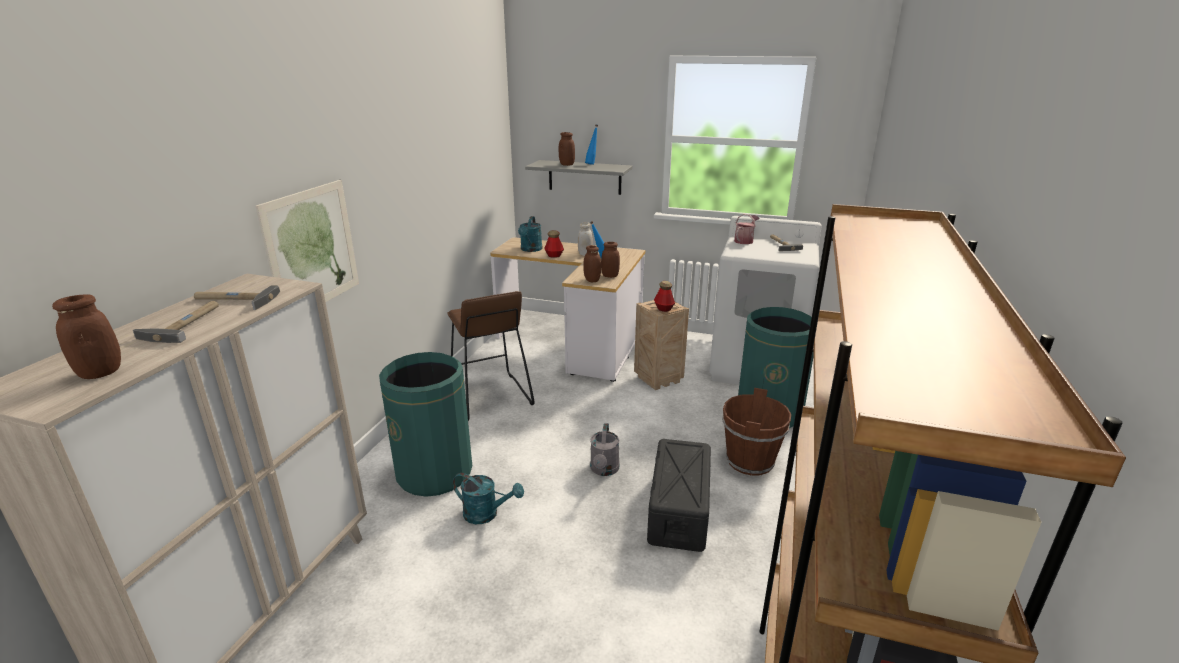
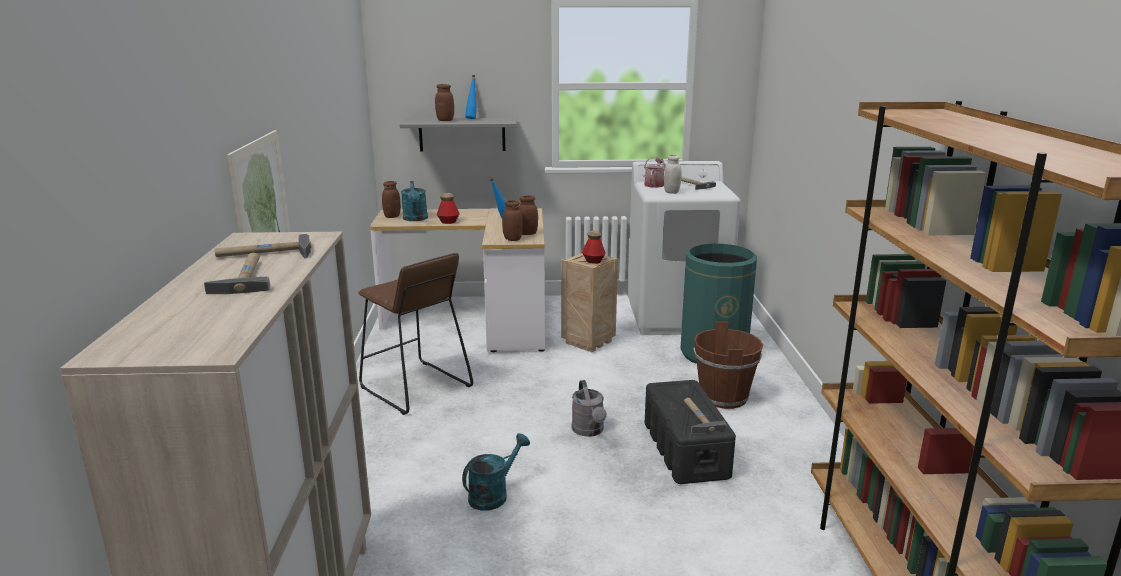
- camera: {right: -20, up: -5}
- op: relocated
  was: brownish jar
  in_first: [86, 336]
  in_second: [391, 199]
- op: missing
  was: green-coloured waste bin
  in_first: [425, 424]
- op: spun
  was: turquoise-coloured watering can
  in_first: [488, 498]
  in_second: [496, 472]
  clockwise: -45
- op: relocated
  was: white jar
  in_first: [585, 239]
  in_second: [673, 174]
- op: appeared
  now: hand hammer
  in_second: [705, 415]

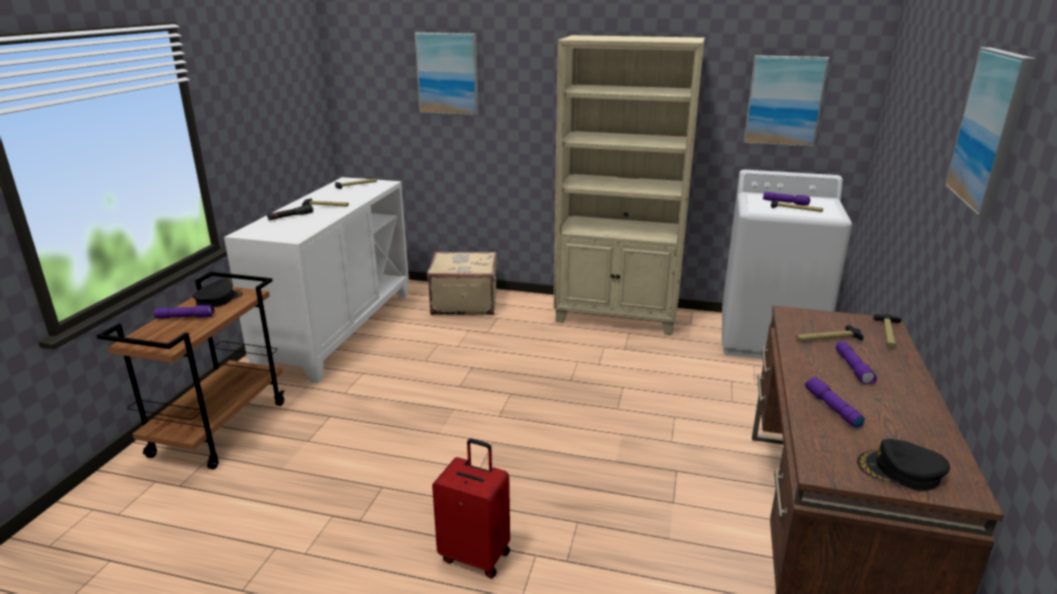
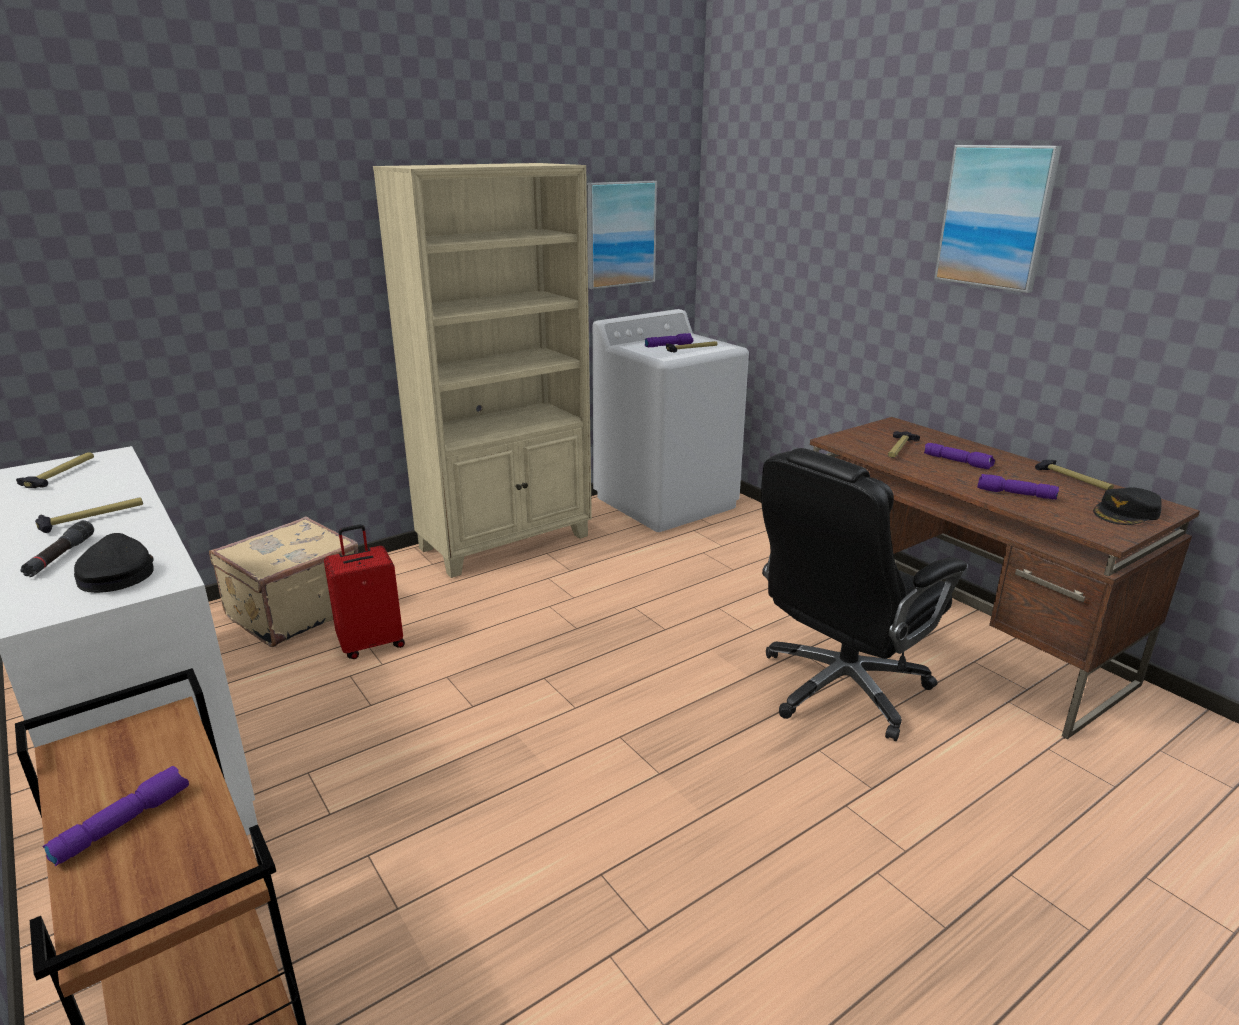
- camera: {right: -50, up: 0}
- op: relocated
  was: blackish cap
  in_first: [217, 292]
  in_second: [114, 563]
- op: missing
  was: picture
  in_first: [446, 73]
- op: relocated
  was: red-coloured travel case
  in_first: [471, 508]
  in_second: [364, 591]
- op: relocated
  was: hand hammer
  in_first: [887, 331]
  in_second: [1074, 475]
- op: appeared
  now: blackish office chair
  in_second: [864, 594]

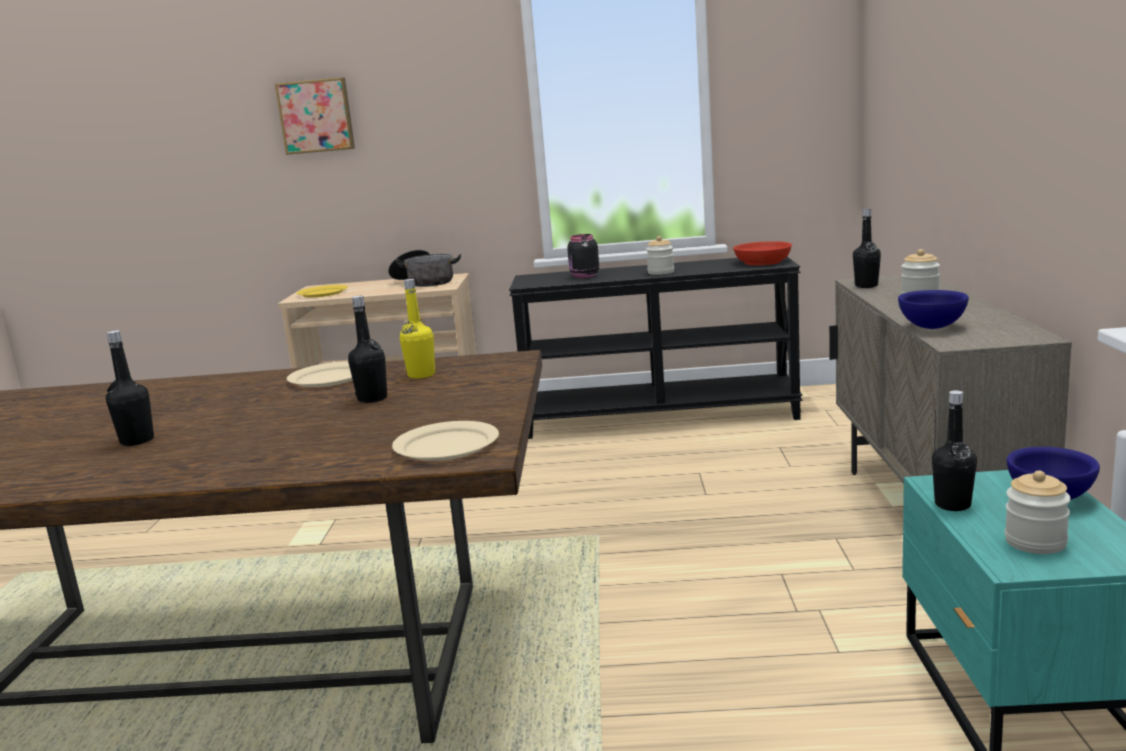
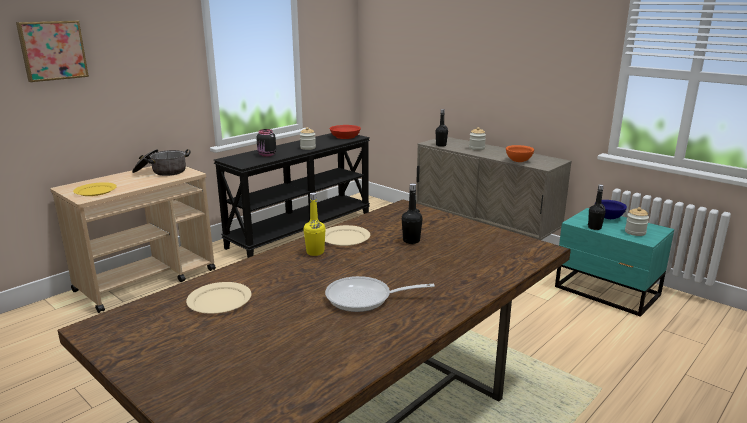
- camera: {right: -50, up: 5}
- op: exchanged
  was: blackish beverage bottle
  now: pan
  in_first: [130, 388]
  in_second: [380, 294]
- op: relocated
  was: beige-coloured flat dish
  in_first: [445, 441]
  in_second: [219, 297]
- op: relocated
  was: yellow beverage bottle
  in_first: [417, 329]
  in_second: [314, 224]
- op: colour
  was: blue deep dish
  now: orange deep dish
  in_first: [933, 309]
  in_second: [520, 153]

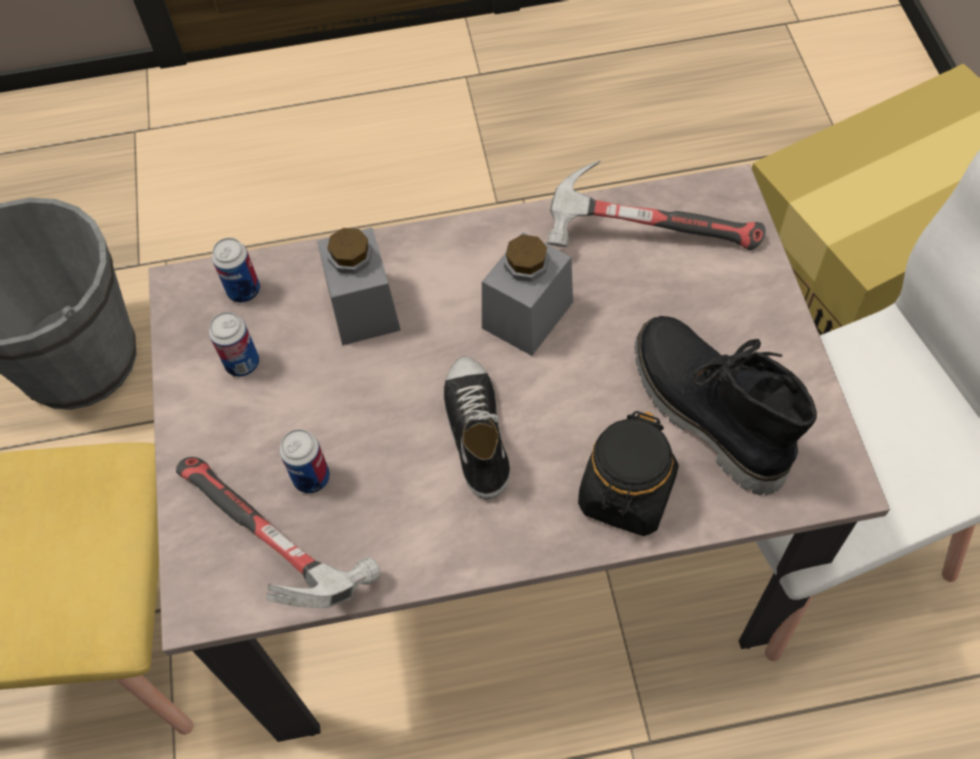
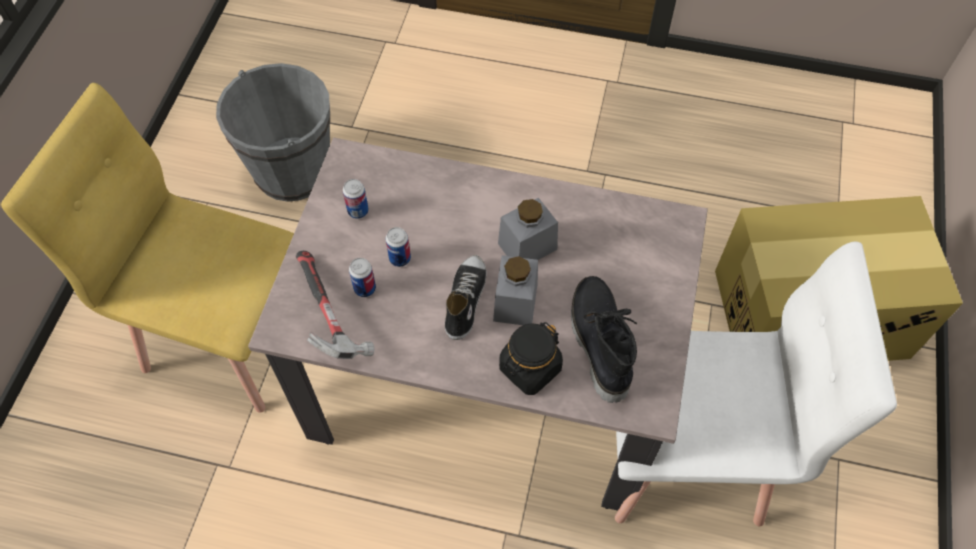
- camera: {right: 20, up: 0}
- op: relocated
  was: metal can
  in_first: [236, 270]
  in_second: [398, 247]
- op: relocated
  was: grey jar
  in_first: [359, 286]
  in_second: [515, 290]
- op: missing
  was: hand hammer
  in_first: [656, 205]

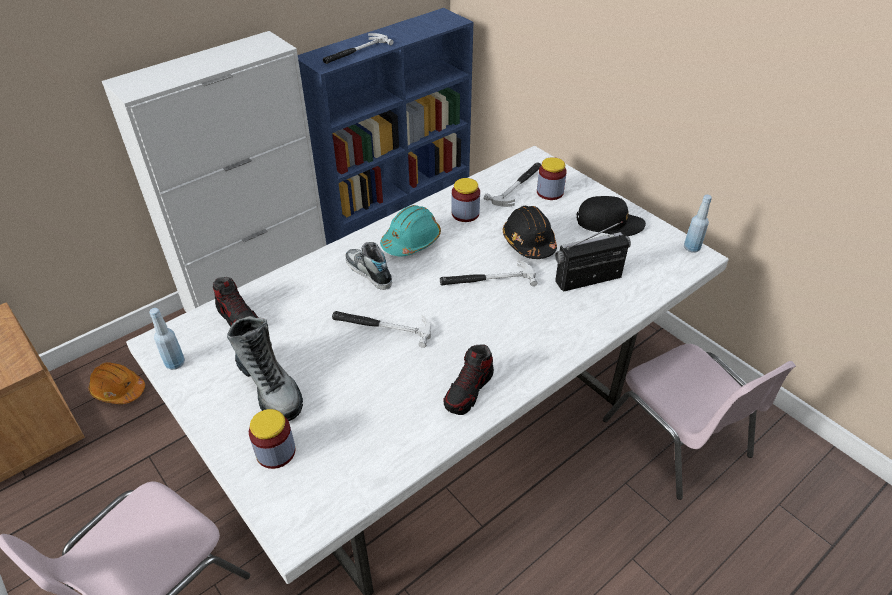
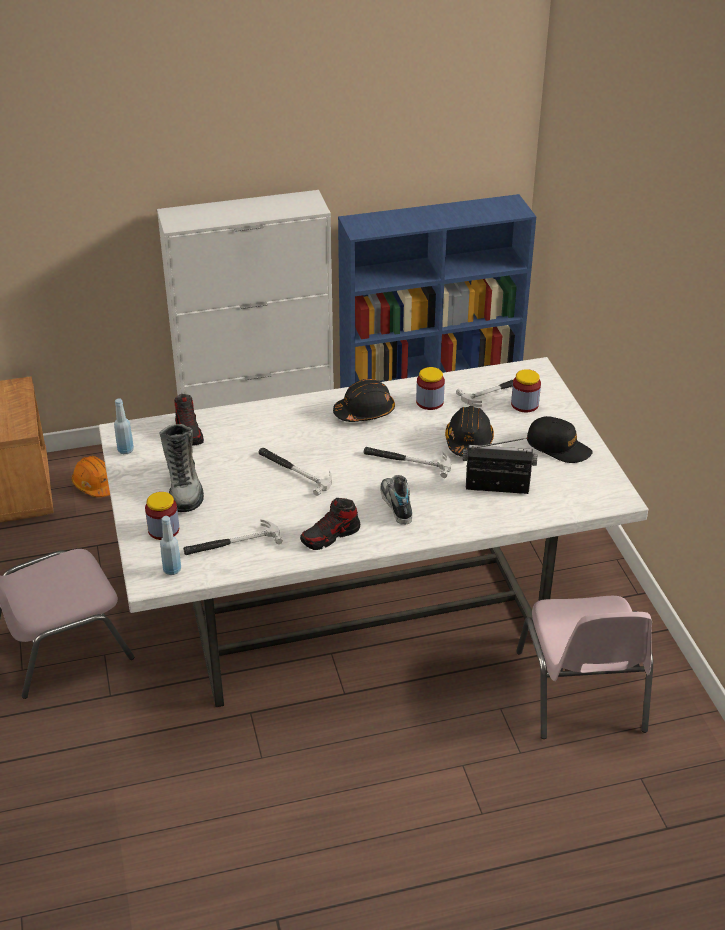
- camera: {right: 25, up: -5}
- op: relocated
  was: hand hammer
  in_first: [358, 48]
  in_second: [233, 537]
- op: relocated
  was: shoe
  in_first: [368, 266]
  in_second: [396, 500]
- op: colour
  was: turquoise-coloured safety helmet
  now: blackish safety helmet
  in_first: [410, 230]
  in_second: [364, 400]
- op: relocated
  was: blue beverage bottle
  in_first: [698, 224]
  in_second: [170, 545]

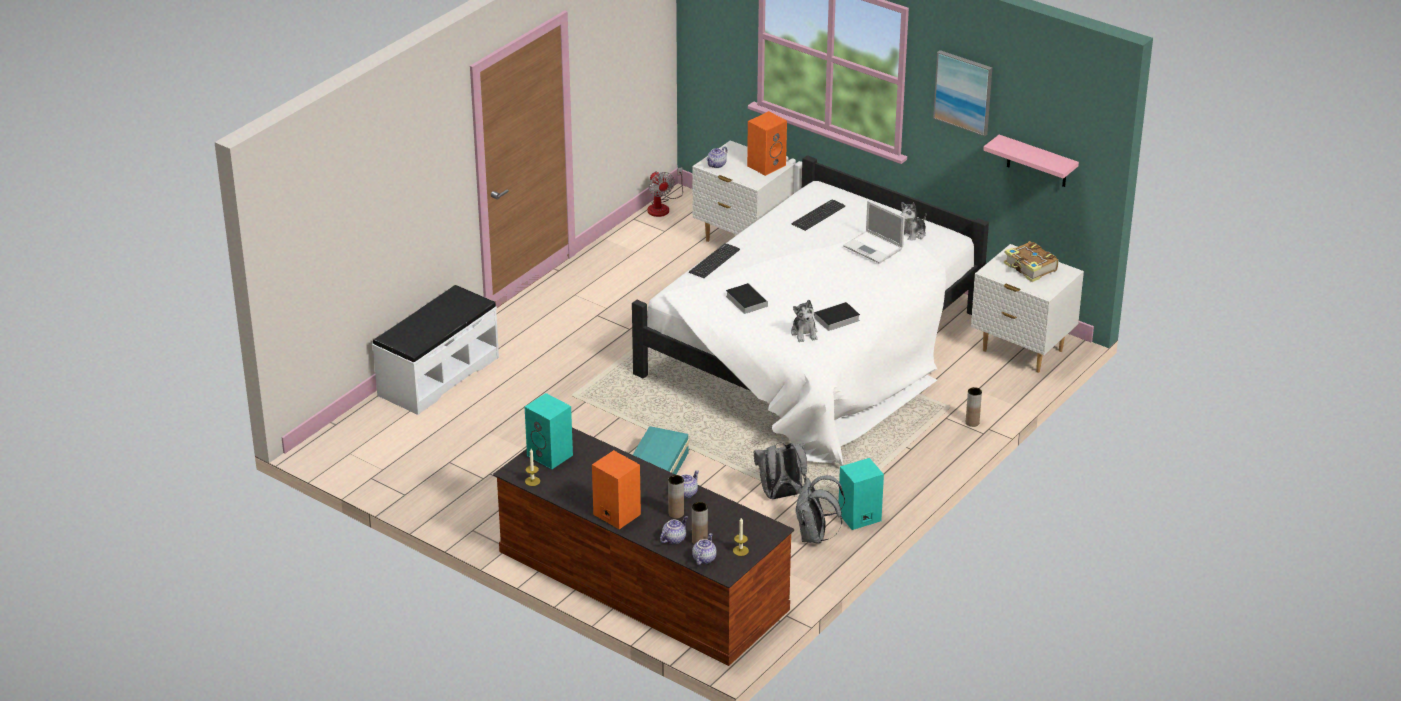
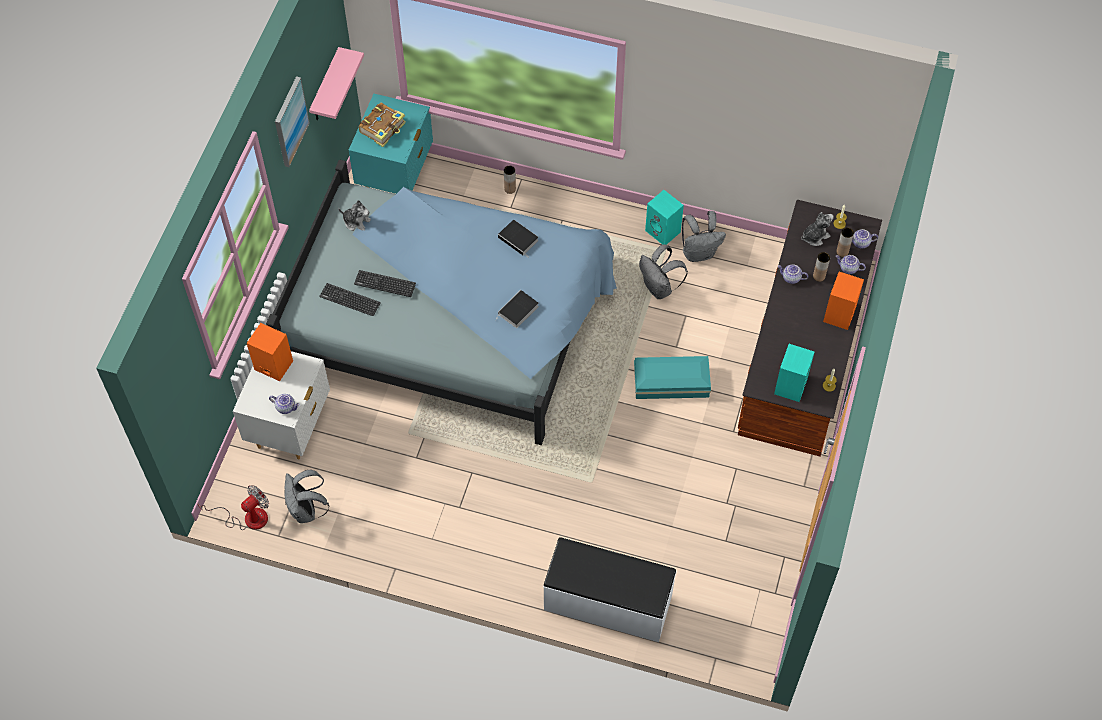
- camera: {right: -110, up: 25}
- op: colour
  was: white bed
  now: blue bed
  in_first: [810, 310]
  in_second: [441, 302]
- op: relocated
  was: PC keyboard
  in_first: [714, 260]
  in_second: [385, 283]
- op: relocated
  was: soft toy
  in_first: [804, 321]
  in_second: [817, 229]
- op: missing
  was: notebook computer
  in_first: [874, 232]
- op: colour
  was: white night table
  now: turquoise-coloured night table
  in_first: [1027, 308]
  in_second: [391, 144]
- op: appeared
  now: grey backpack
  in_second: [306, 496]

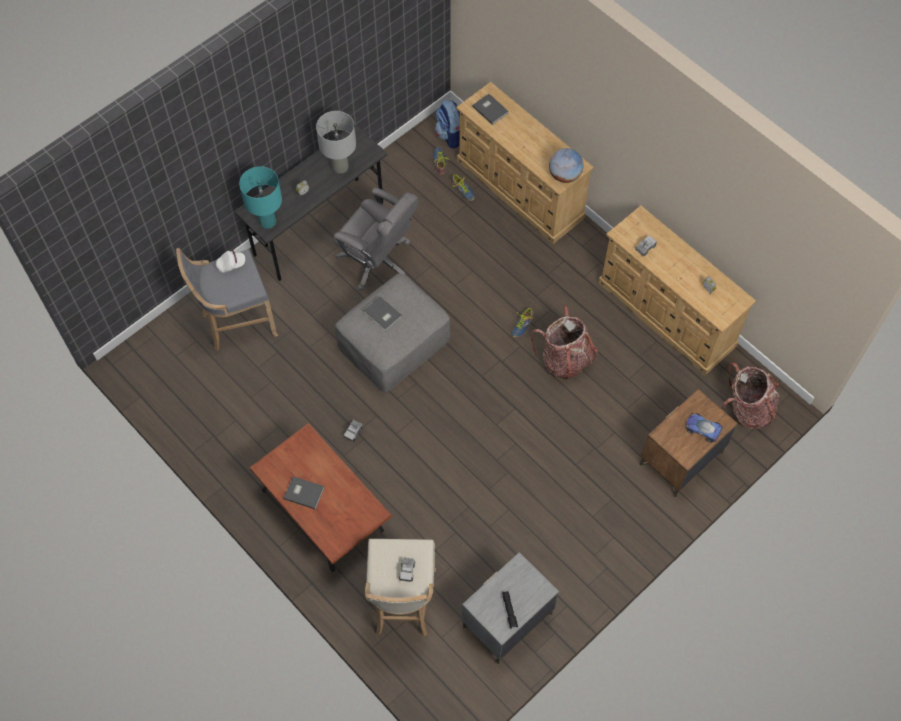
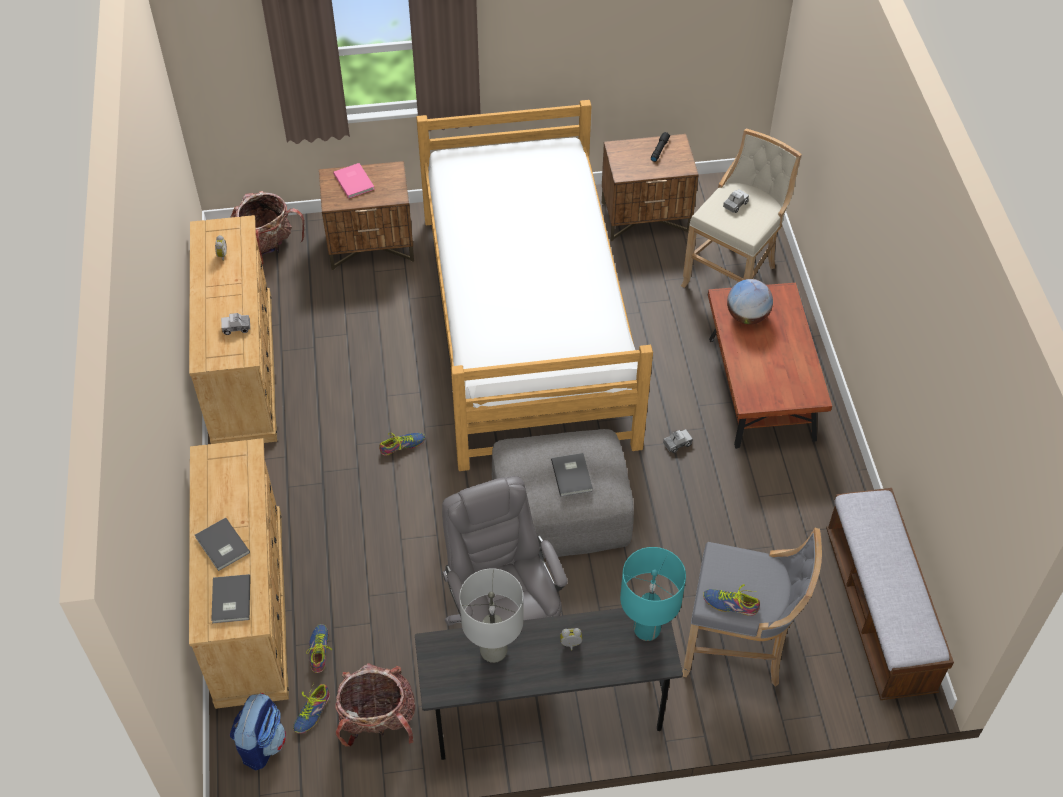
- camera: {right: -145, up: -10}
- op: exchanged
  was: white cap
  now: shoe
  in_first: [230, 261]
  in_second: [731, 600]
- op: relocated
  was: grey bound book
  in_first: [304, 492]
  in_second: [222, 544]
- op: colour
  was: grey night table
  now: brownish night table
  in_first: [510, 608]
  in_second: [650, 188]
- op: relocated
  was: backpack
  in_first: [564, 342]
  in_second: [375, 704]
- op: relocated
  was: world globe
  in_first: [566, 165]
  in_second: [750, 302]
- op: exchanged
  was: model car
  now: pink-coloured bound book
  in_first: [704, 428]
  in_second: [354, 181]
- op: appeared
  now: bed
  in_second: [534, 285]
- op: appeared
  now: indoor bench
  in_second: [890, 594]

